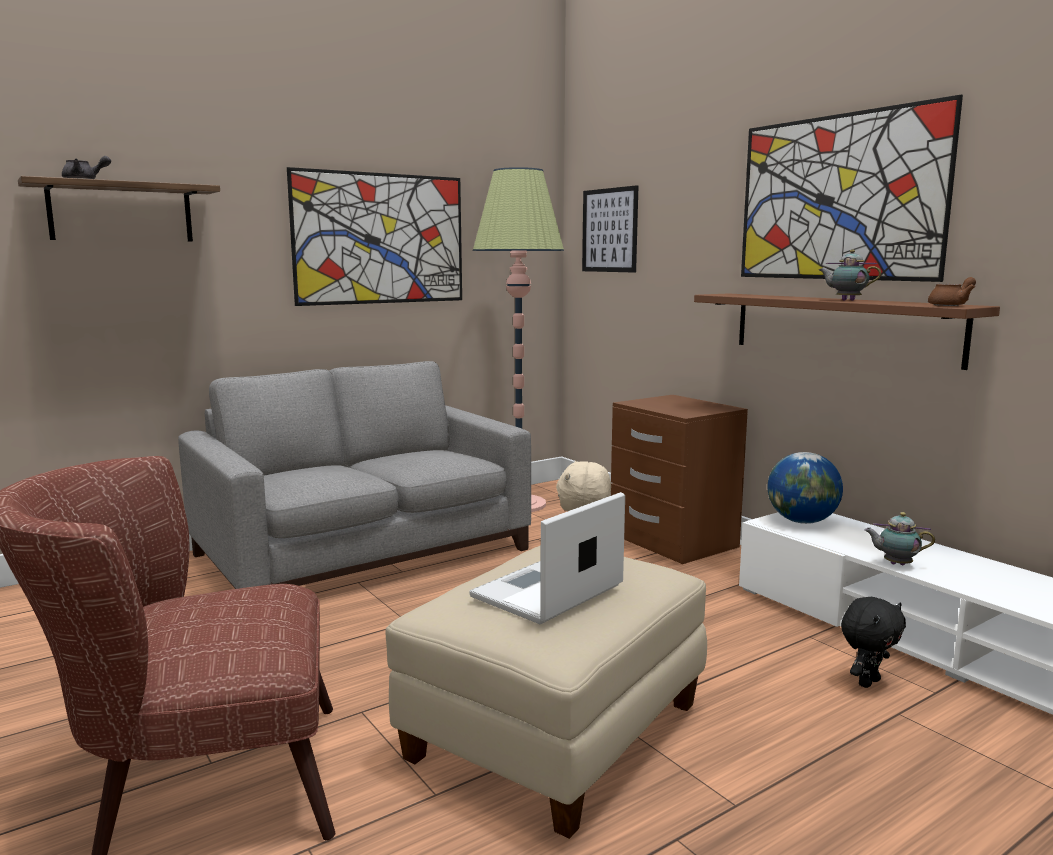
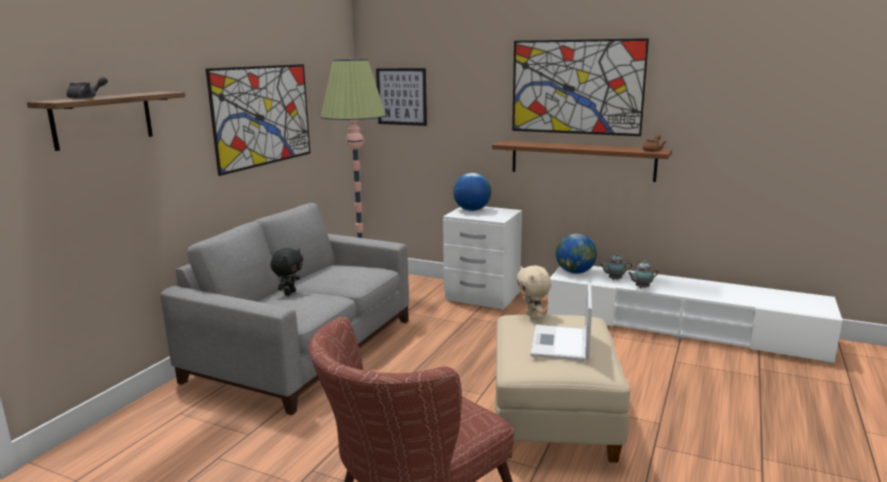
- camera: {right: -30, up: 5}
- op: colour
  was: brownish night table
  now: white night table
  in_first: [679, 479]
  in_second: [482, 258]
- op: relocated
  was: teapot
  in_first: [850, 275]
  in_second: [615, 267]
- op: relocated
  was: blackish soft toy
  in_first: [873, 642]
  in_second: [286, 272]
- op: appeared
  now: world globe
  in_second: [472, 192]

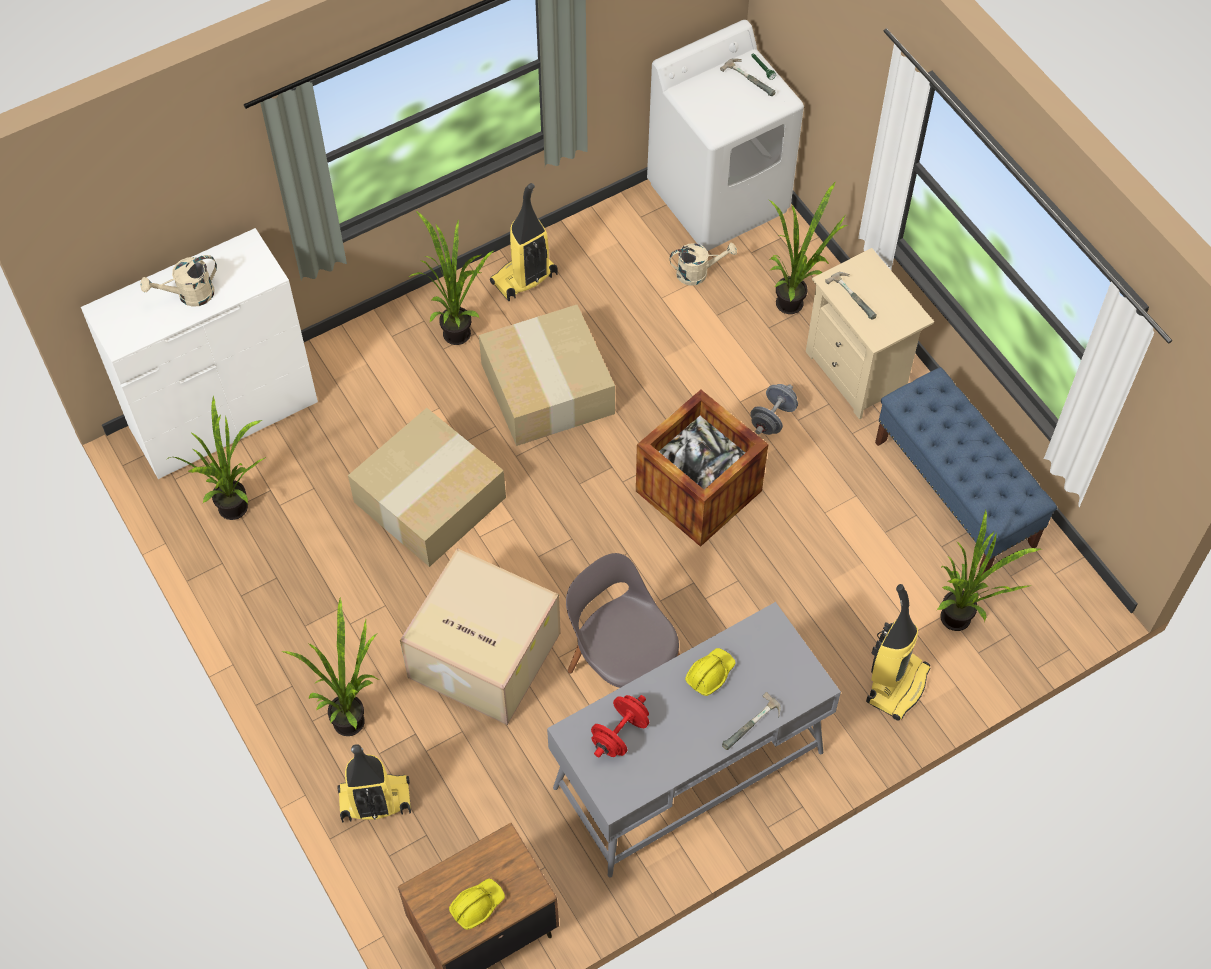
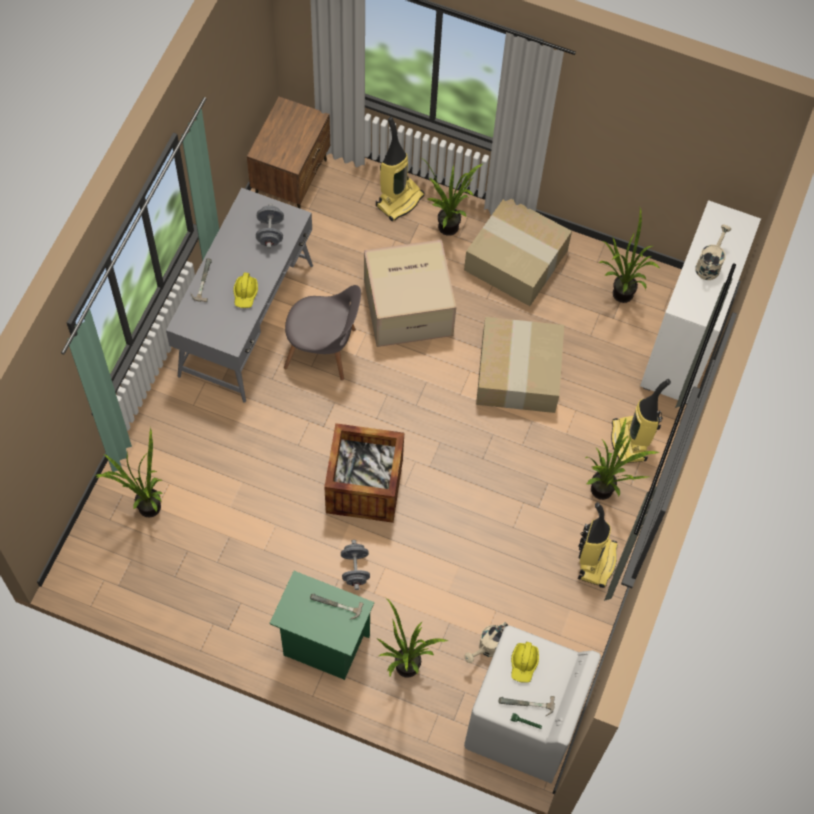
- camera: {right: 140, up: 5}
- op: relocated
  was: yellow safety helmet
  in_first: [477, 904]
  in_second: [525, 662]
- op: relocated
  was: cardboard box
  in_first: [547, 375]
  in_second: [518, 252]
- op: colour
  was: red-coloured hand weight
  now: grey hand weight
  in_first: [620, 726]
  in_second: [270, 226]
- op: colour
  was: beige-coloured night table
  now: green-coloured night table
  in_first: [870, 334]
  in_second: [321, 625]
- op: relocated
  was: hoover
  in_first: [898, 652]
  in_second: [641, 421]
- op: missing
  was: blue indoor bench
  in_first: [966, 470]

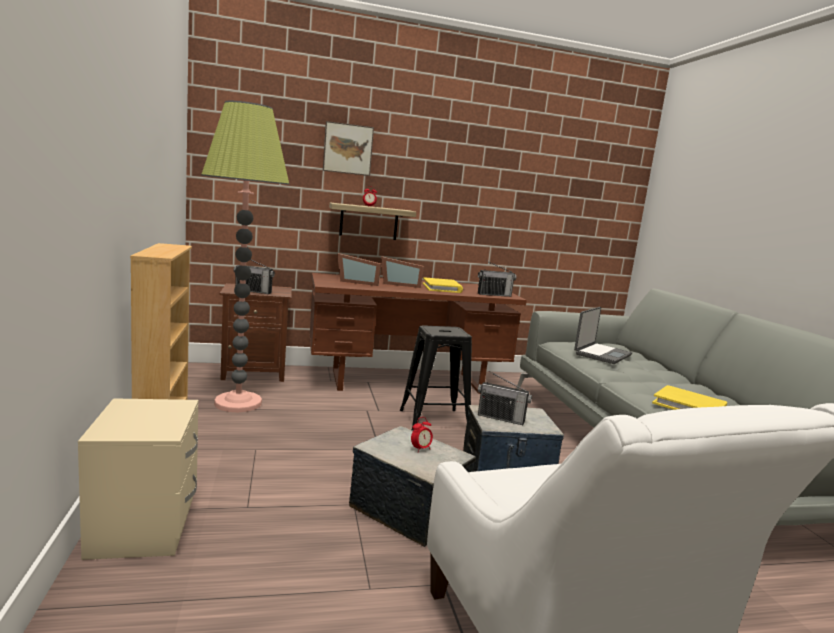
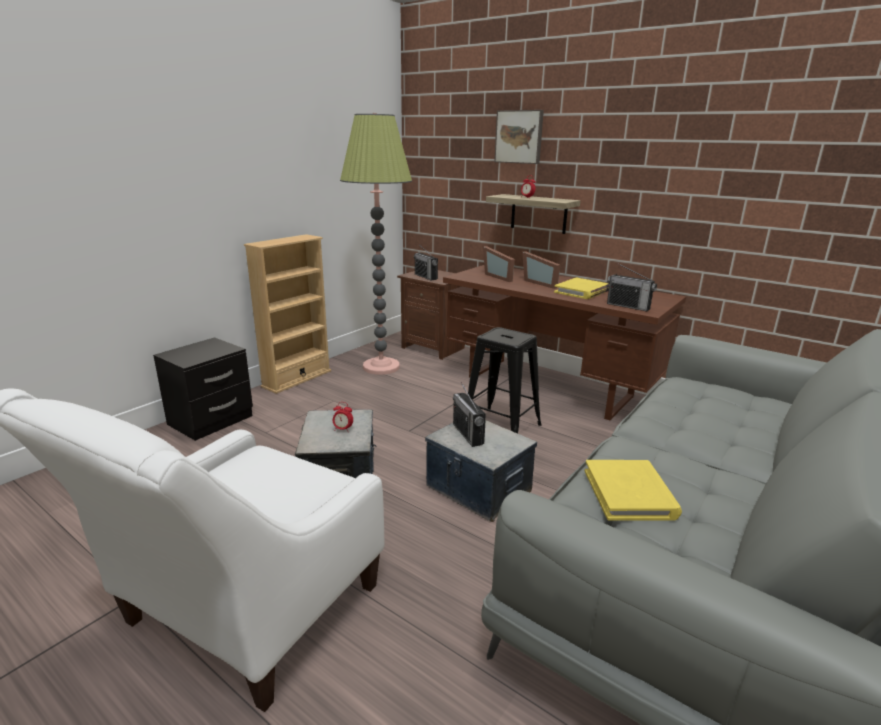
- camera: {right: 50, up: 10}
- op: colour
  was: beige-coloured night table
  now: blackish night table
  in_first: [138, 479]
  in_second: [203, 389]
- op: missing
  was: notebook computer
  in_first: [603, 335]

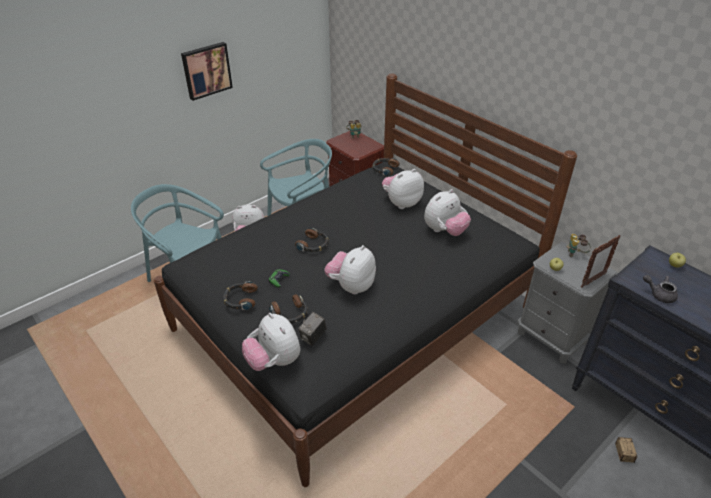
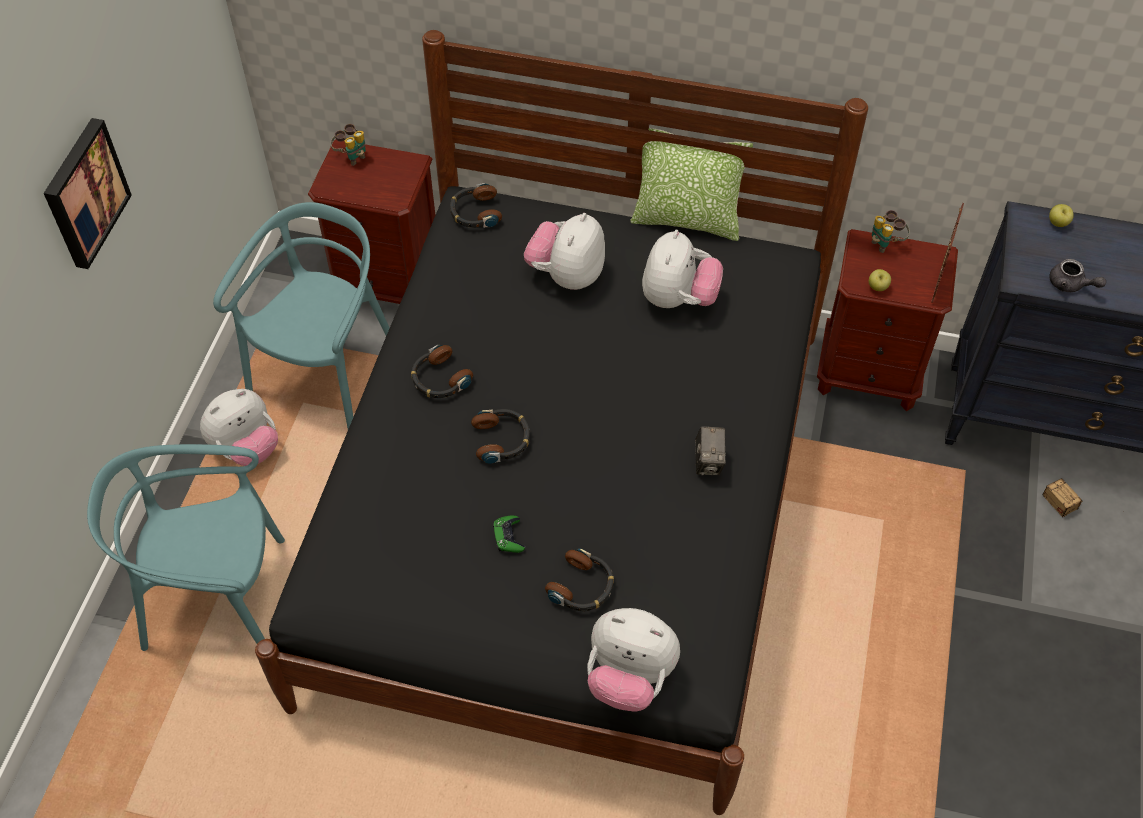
- camera: {right: -35, up: 15}
- op: relocated
  was: headset
  in_first: [240, 295]
  in_second: [442, 371]
- op: relocated
  was: photo camera
  in_first: [312, 329]
  in_second: [710, 451]
- op: missing
  was: soft toy
  in_first: [350, 269]
- op: colour
  was: grey night table
  now: brownish night table
  in_first: [568, 302]
  in_second: [887, 320]
- op: spun
  was: grey teapot
  in_first: [660, 289]
  in_second: [1077, 275]
  clockwise: -135
- op: appeared
  now: pillow
  in_second: [692, 184]

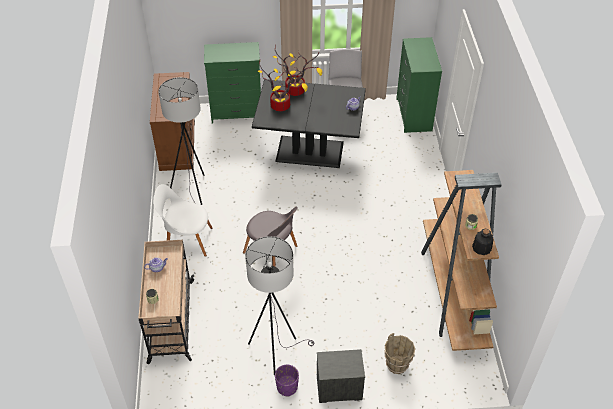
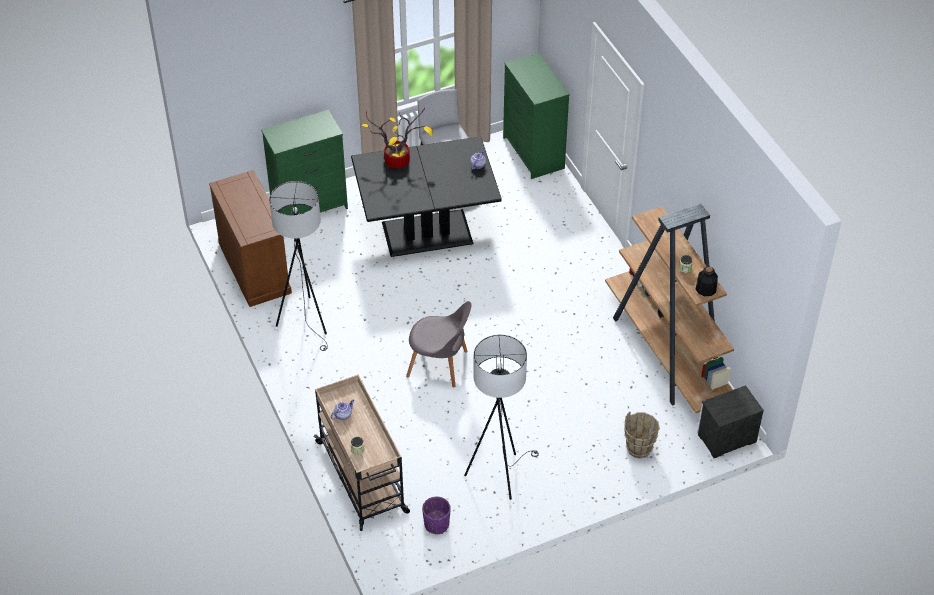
- camera: {right: -20, up: 0}
- op: missing
  was: white plain chair
  in_first: [183, 220]
- op: missing
  was: plant in a pot
  in_first: [283, 87]
- op: relocated
  was: purple flower pot
  in_first: [287, 381]
  in_second: [436, 515]
- op: relocated
  was: night table
  in_first: [341, 376]
  in_second: [730, 421]

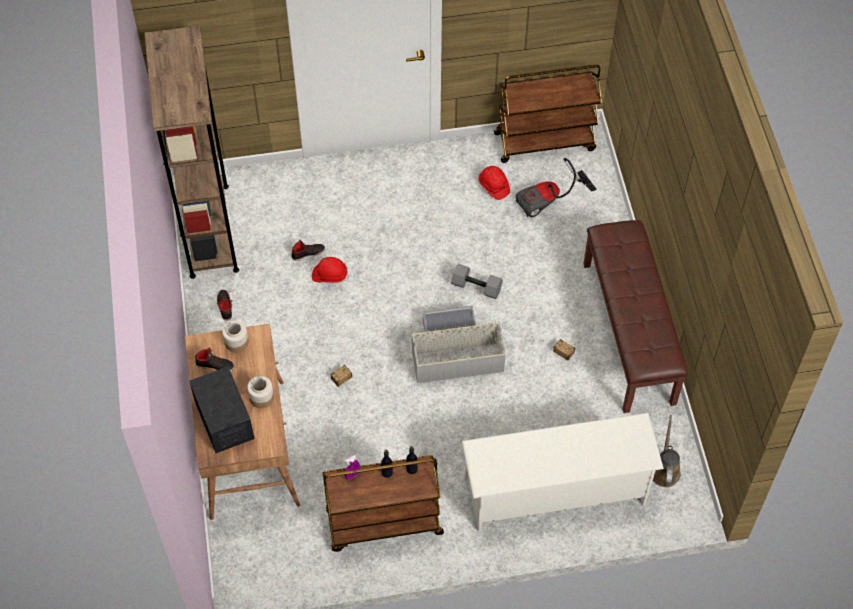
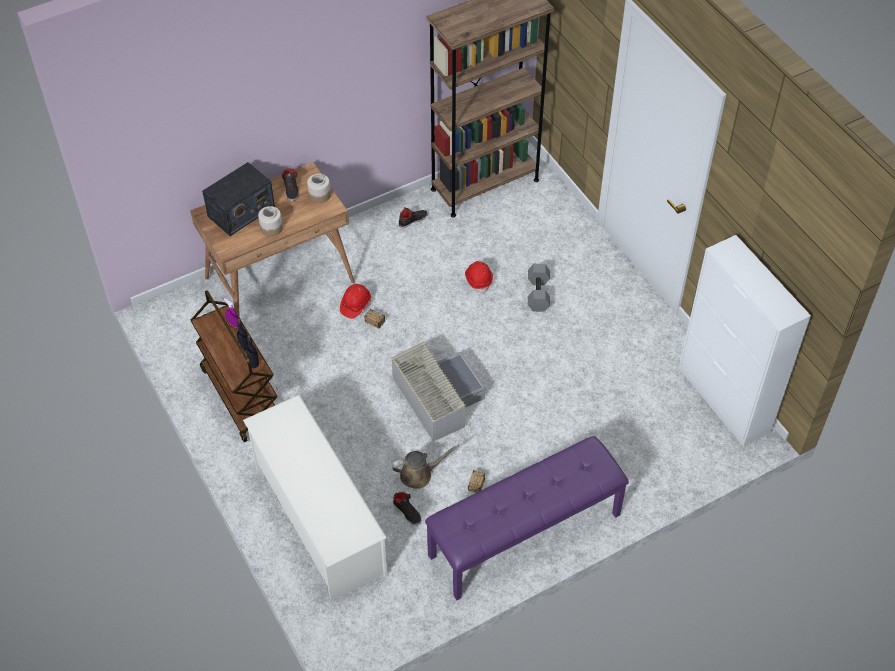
- camera: {right: 70, up: -5}
- op: relocated
  was: blackish shoe
  in_first: [308, 250]
  in_second: [407, 508]
- op: relocated
  was: grey hand weight
  in_first: [477, 281]
  in_second: [539, 288]
- op: relocated
  was: red-coloured safety helmet
  in_first: [494, 183]
  in_second: [355, 301]
- op: exchanged
  was: brownish trolley
  now: white cabinet
  in_first: [548, 114]
  in_second: [745, 341]
- op: missing
  was: hoover
  in_first: [556, 187]
- op: colour
  was: brownish indoor bench
  now: purple indoor bench
  in_first: [635, 316]
  in_second: [527, 518]
- op: relocated
  was: brownish watering can
  in_first: [667, 451]
  in_second: [425, 467]

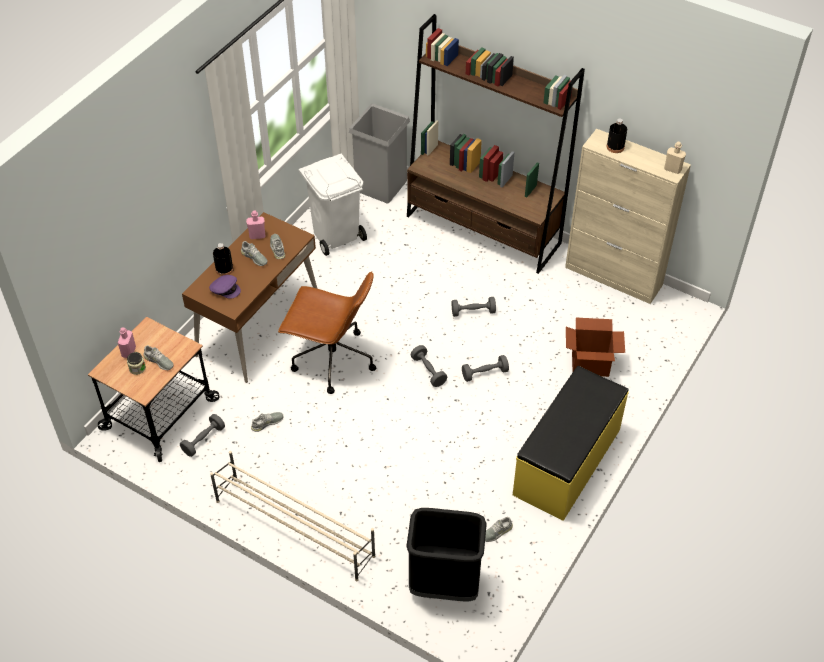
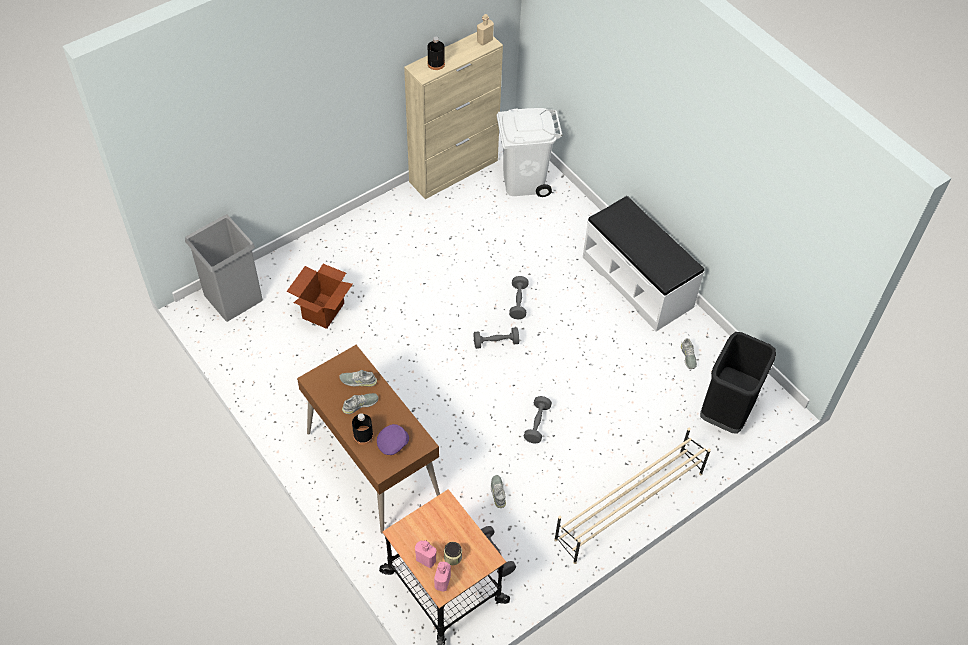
- camera: {right: -70, up: 5}
- op: missing
  was: grey shoe
  in_first: [158, 357]
- op: relocated
  was: pink-coloured beverage bottle
  in_first: [255, 225]
  in_second: [442, 576]
- op: missing
  was: brownish office chair
  in_first: [327, 332]
- op: relocated
  was: white waste bin
  in_first: [333, 205]
  in_second: [530, 152]
- op: missing
  was: brownish bookcase
  in_first: [496, 144]
- op: relocated
  was: grey hand weight
  in_first: [474, 307]
  in_second: [538, 419]
- op: colour
  was: yellow indoor bench
  now: white indoor bench
  in_first: [571, 443]
  in_second: [643, 263]
- op: relocated
  was: cardboard box
  in_first: [595, 347]
  in_second: [320, 296]

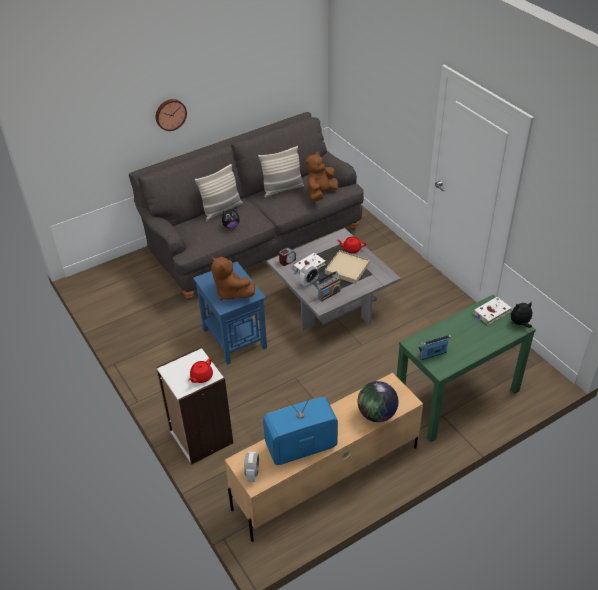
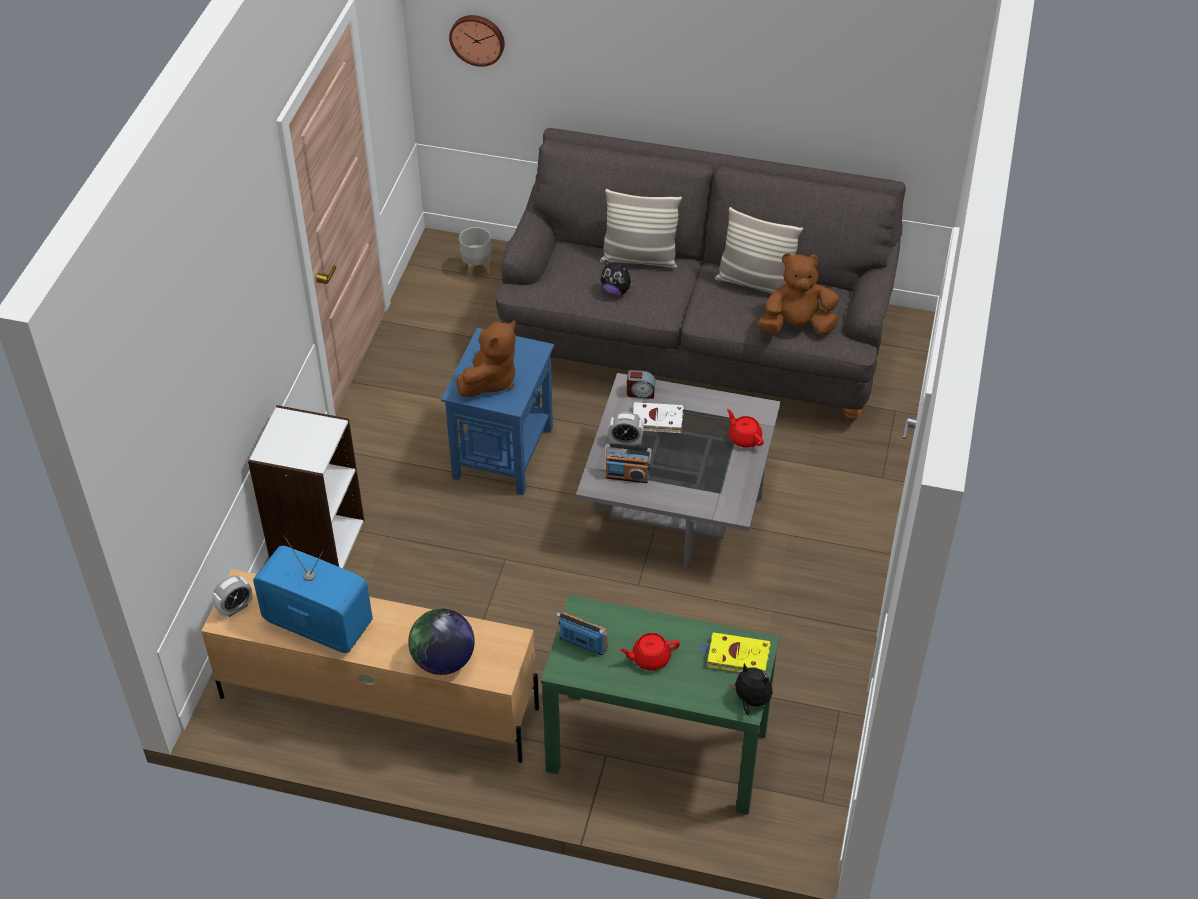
- camera: {right: 45, up: 5}
- op: relocated
  was: hanging clock
  in_first: [171, 115]
  in_second: [477, 41]
- op: relocated
  was: red-coloured teapot
  in_first: [200, 370]
  in_second: [649, 651]
- op: spun
  was: brownish soft toy
  in_first: [233, 278]
  in_second: [486, 359]
  clockwise: -150
- op: missing
  was: beige-coloured tray
  in_first: [347, 267]
- op: colour
  was: white bound book
  now: yellow bound book
  in_first: [492, 311]
  in_second: [735, 652]
- op: appeared
  now: grey flower pot
  in_second: [475, 253]

